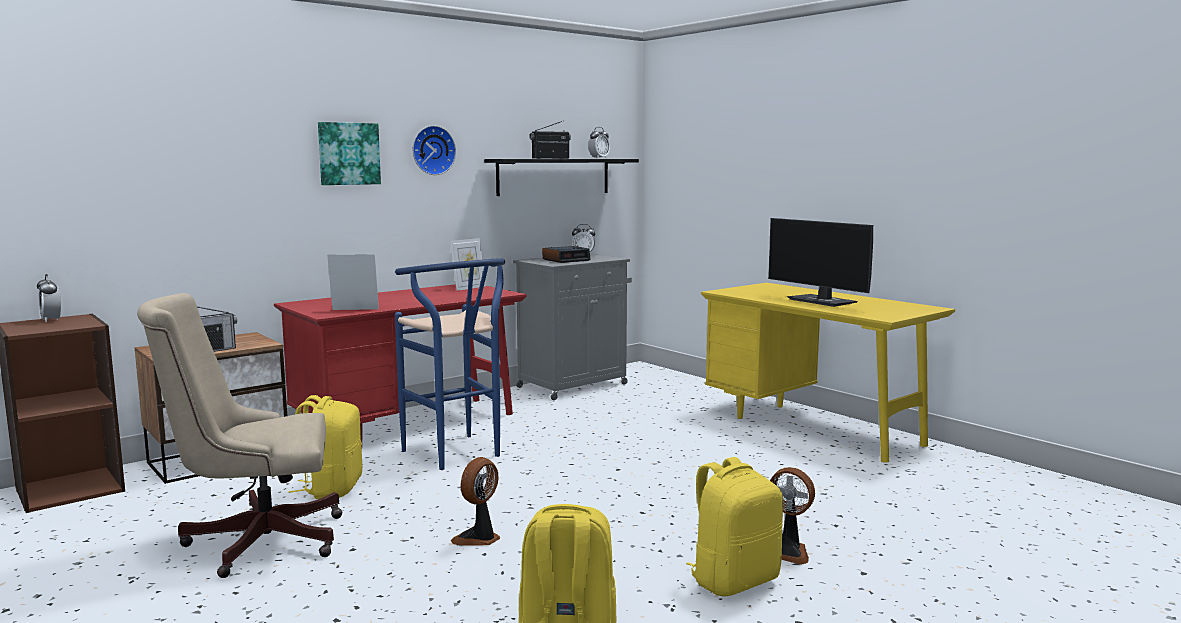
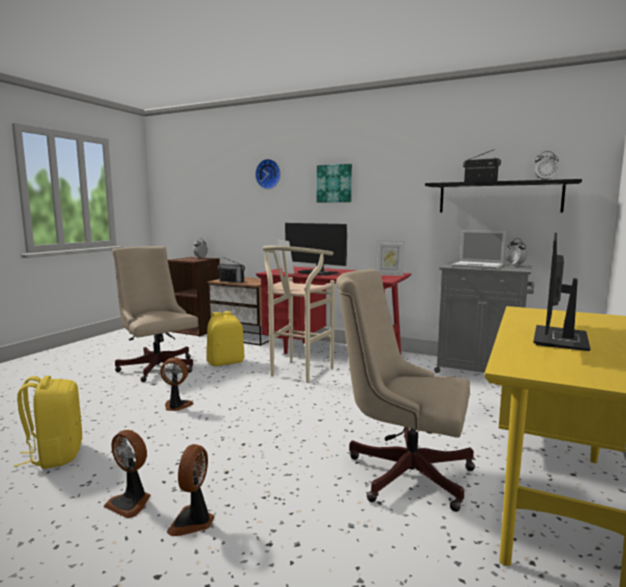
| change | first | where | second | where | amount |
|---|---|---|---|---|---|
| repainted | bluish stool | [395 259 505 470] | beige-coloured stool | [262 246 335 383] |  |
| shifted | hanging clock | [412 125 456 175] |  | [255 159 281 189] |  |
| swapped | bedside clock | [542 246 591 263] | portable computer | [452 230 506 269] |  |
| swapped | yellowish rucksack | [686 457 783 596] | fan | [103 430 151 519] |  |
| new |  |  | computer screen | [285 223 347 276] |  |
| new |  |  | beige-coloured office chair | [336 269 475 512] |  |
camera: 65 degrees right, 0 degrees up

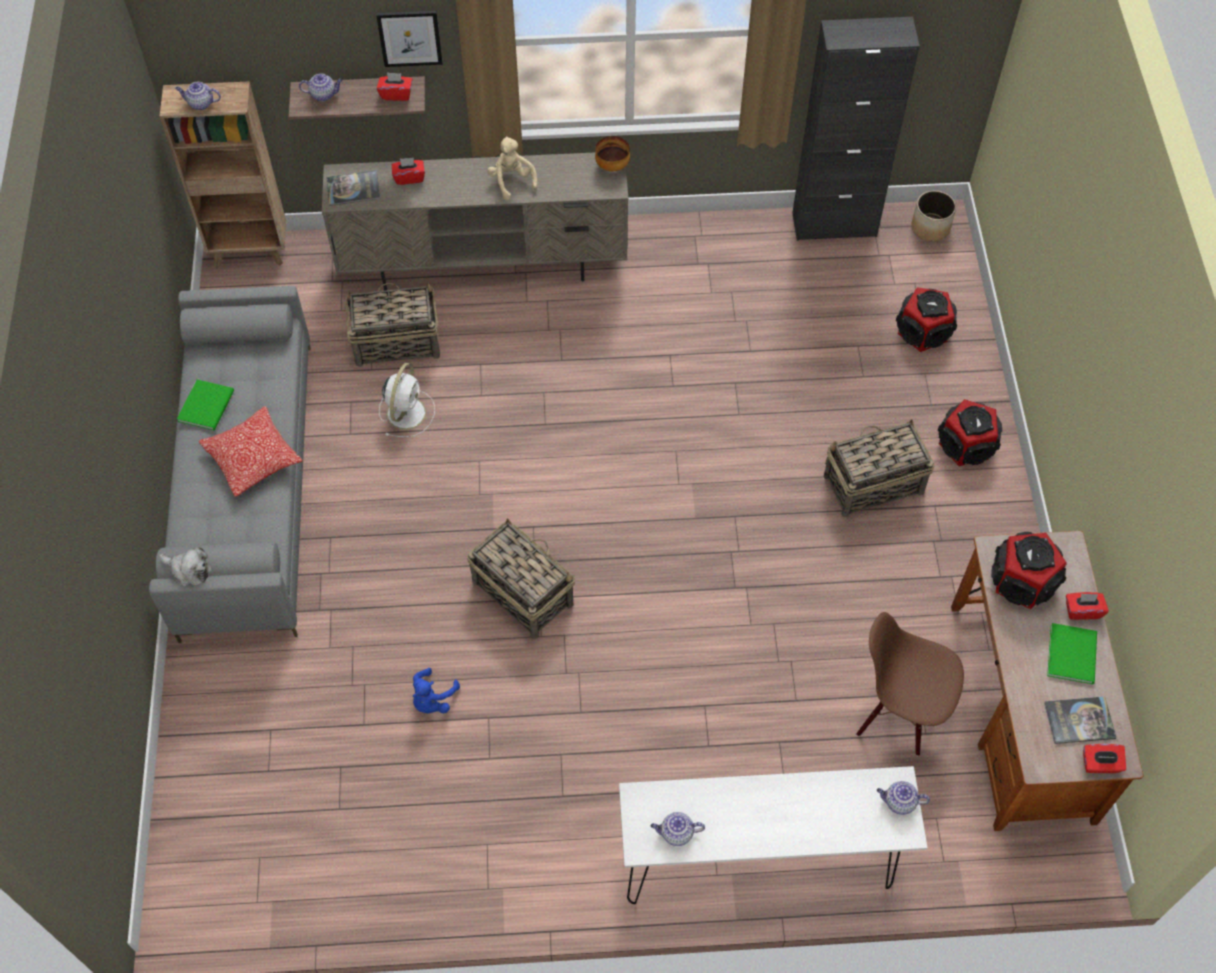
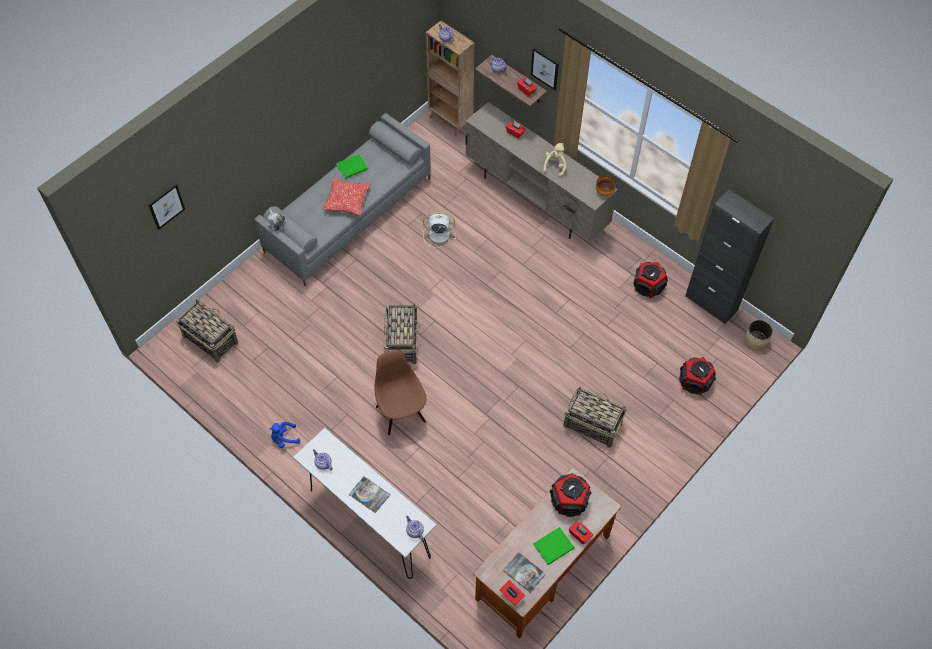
| change | first | where | second | where | amount |
|---|---|---|---|---|---|
| shifted | bound book | [326 170 380 206] |  | [349 476 390 513] |  |
| shifted | household basket | [345 282 440 367] |  | [176 299 238 363] |  |
| rotated | whitish fan | [379 363 435 437] |  | [423 212 456 248] | 150 degrees counterclockwise |
| shifted | bluish soft toy | [412 668 460 713] |  | [269 422 300 448] |  |
| shifted | brown-coloured upright chair | [856 612 964 756] |  | [375 350 426 435] |  |
| shifted | speaker | [938 399 1002 466] |  | [633 262 668 299] |  |
| new |  |  | picture | [148 184 185 230] |  |
camera: 45 degrees right, 0 degrees up

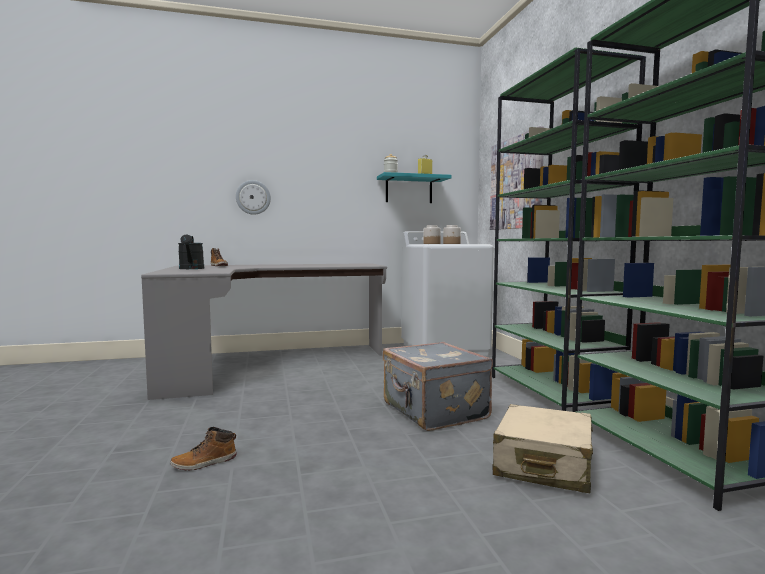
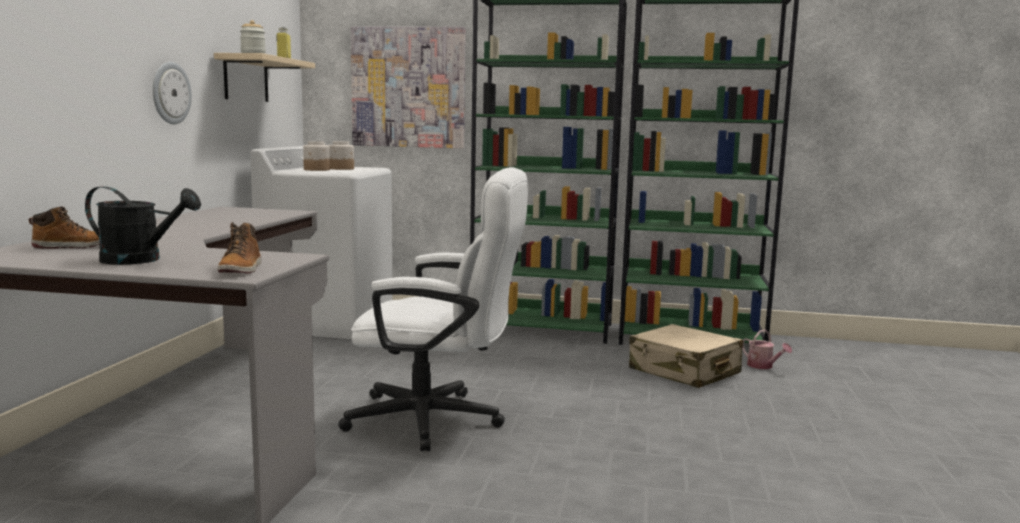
| change | first | where | second | where | amount |
|---|---|---|---|---|---|
| shifted | boot | [170 427 237 470] |  | [218 222 261 273] |  |
| shifted | hanging clock | [236 180 271 215] |  | [152 62 192 124] |  |
| repainted | turquoise-coloured wall shelf | [377 172 452 203] | beige-coloured wall shelf | [214 53 315 102] |  |
| gone | grey suitcase | [383 342 493 431] |  |  |  |
| new |  |  | whitish office chair | [338 167 528 451] |  |
| new |  |  | sprinkling can | [742 330 792 369] |  |
camera: 65 degrees left, 5 degrees up

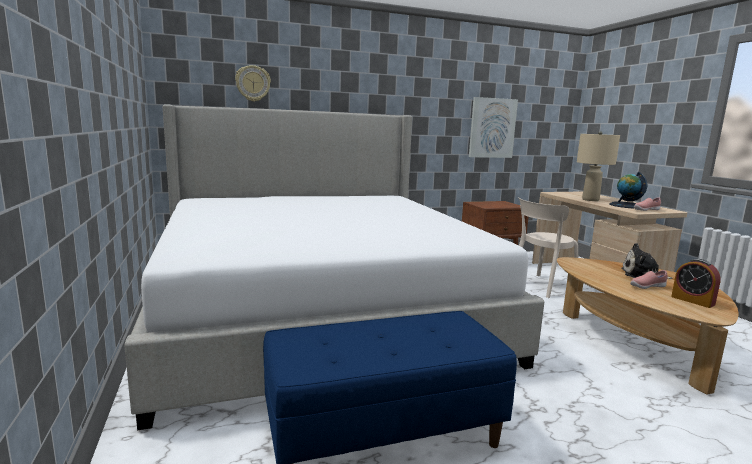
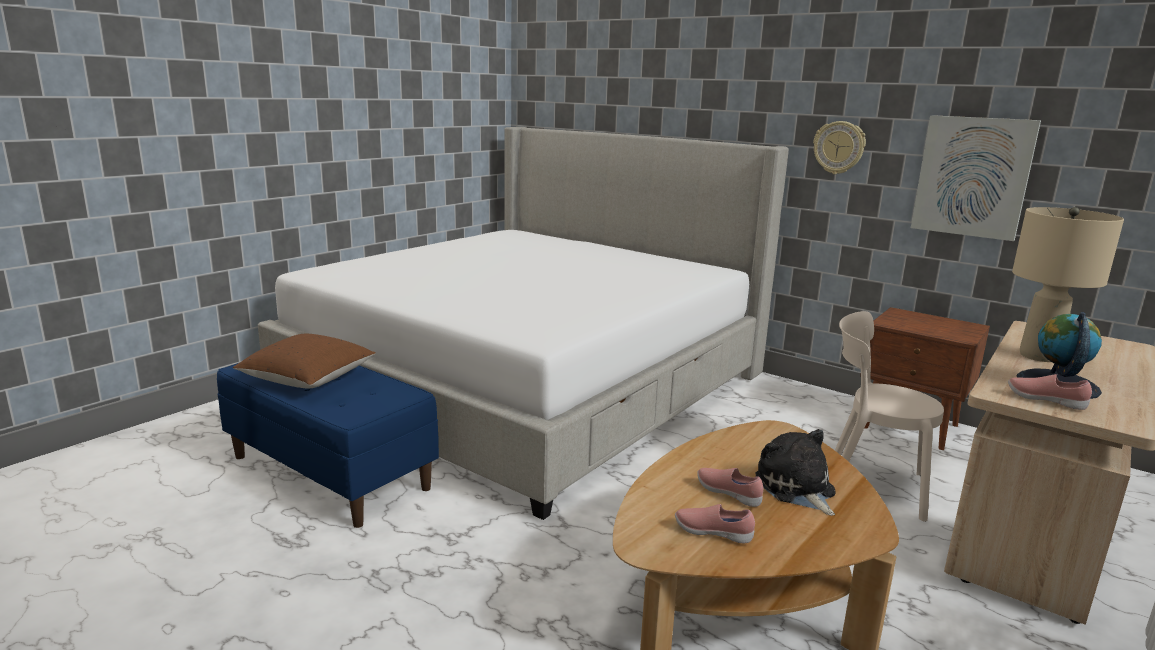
| change | first | where | second | where | amount |
|---|---|---|---|---|---|
| shifted | hanging clock | [235 65 271 102] |  | [813 121 866 174] |  |
| swapped | bedside clock | [671 259 721 308] | pink-coloured low shoe | [675 504 755 543] |  |
| new |  |  | brown-coloured pillow | [233 334 376 388] |  |
camera: 55 degrees right, 5 degrees up

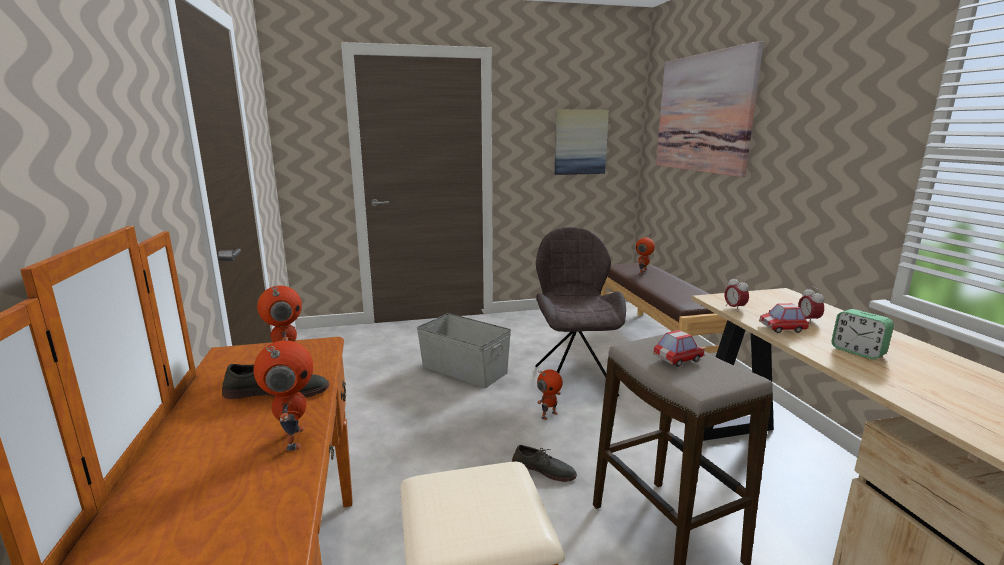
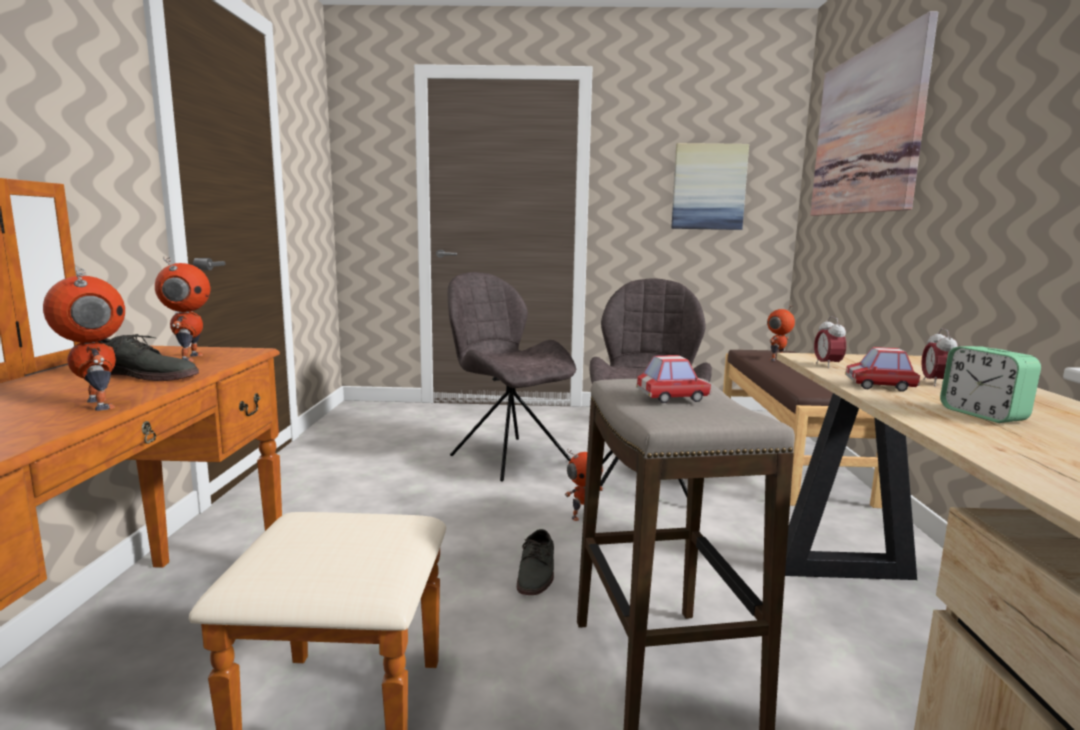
| change | first | where | second | where | amount |
|---|---|---|---|---|---|
| rotated | model robot | [253 340 313 451] |  | [43 267 125 411] | 45 degrees counterclockwise |
| swapped | grey storage box | [417 313 511 388] | grey upright chair | [448 272 576 481] |  |
| rotated | grey low shoe | [512 445 577 482] |  | [517 529 554 595] | 60 degrees clockwise |
camera: 15 degrees right, 5 degrees down

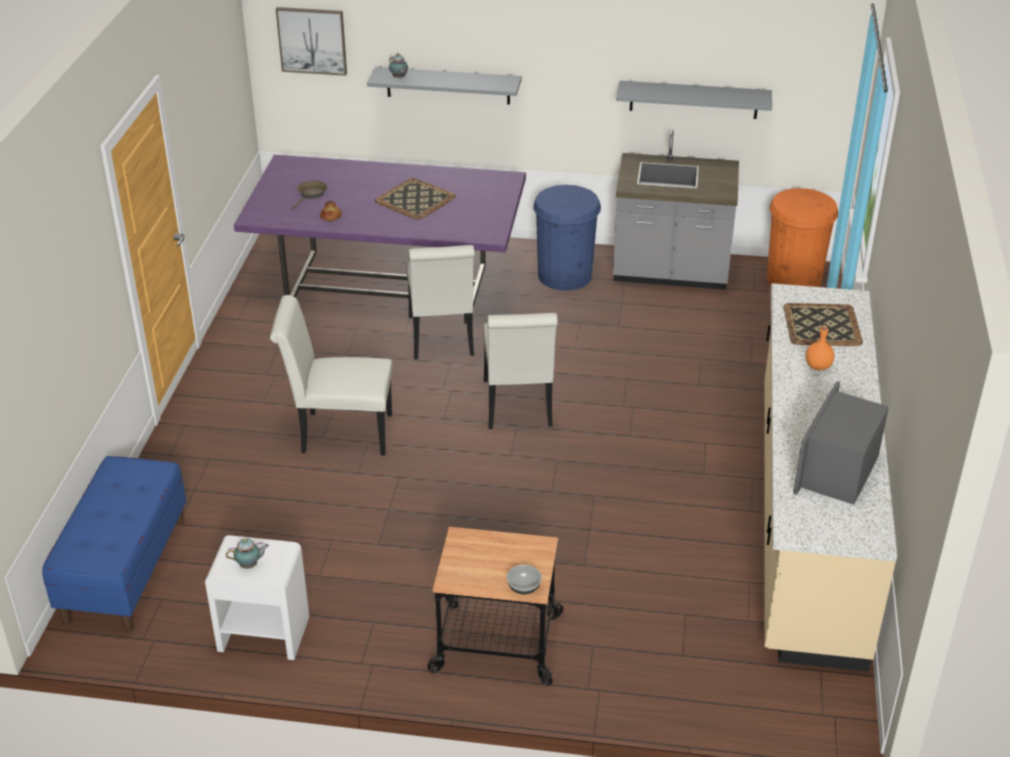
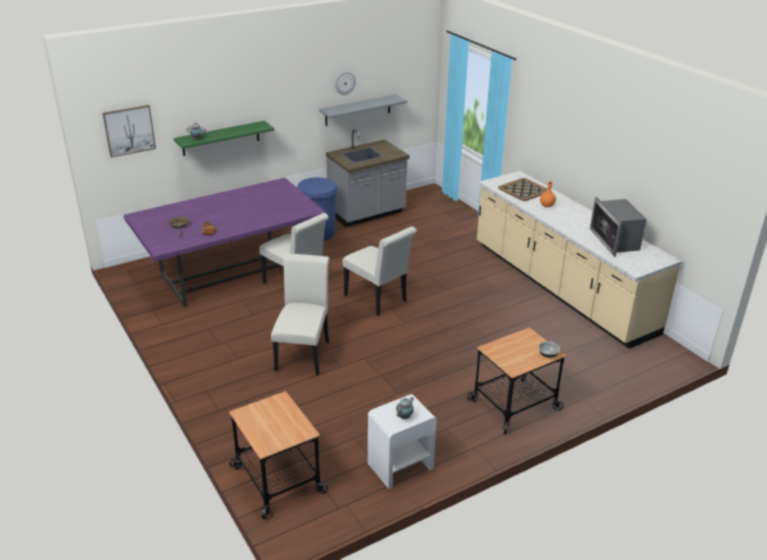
| change | first | where | second | where | amount |
|---|---|---|---|---|---|
| swapped | bluish indoor bench | [42 456 187 632] | wheeled cart | [229 391 328 519] |  |
| rotated | whitish upright chair | [270 295 393 456] |  | [271 253 329 375] | 135 degrees clockwise |
| repainted | grey wall shelf | [367 67 522 105] | green wall shelf | [174 121 274 156] |  |
| gone | serving tray | [375 178 456 220] |  |  |  |
| gone | orange-coloured trash can | [767 188 838 287] |  |  |  |
| new |  |  | hanging clock | [335 71 356 95] |  |
camera: 40 degrees left, 5 degrees down

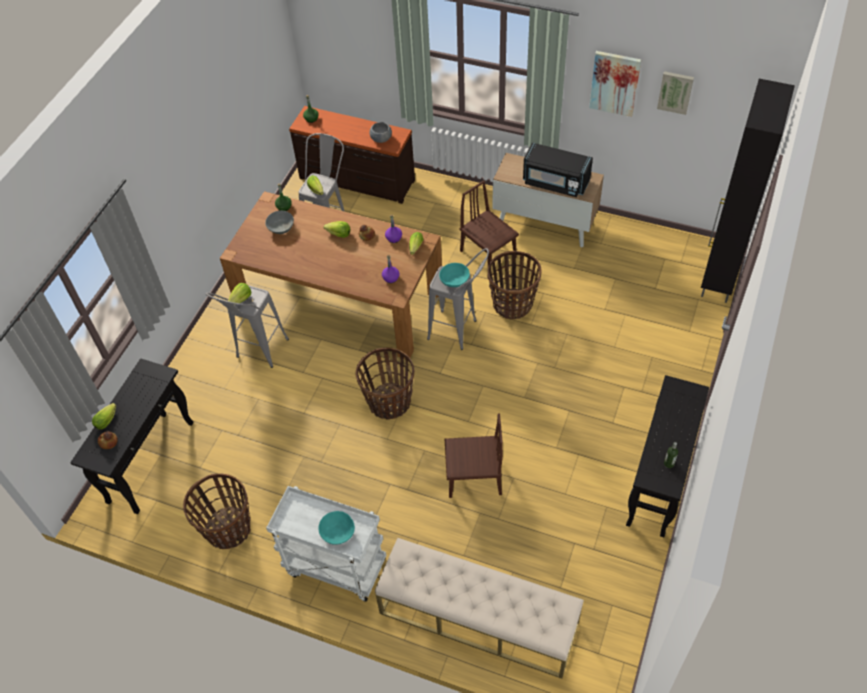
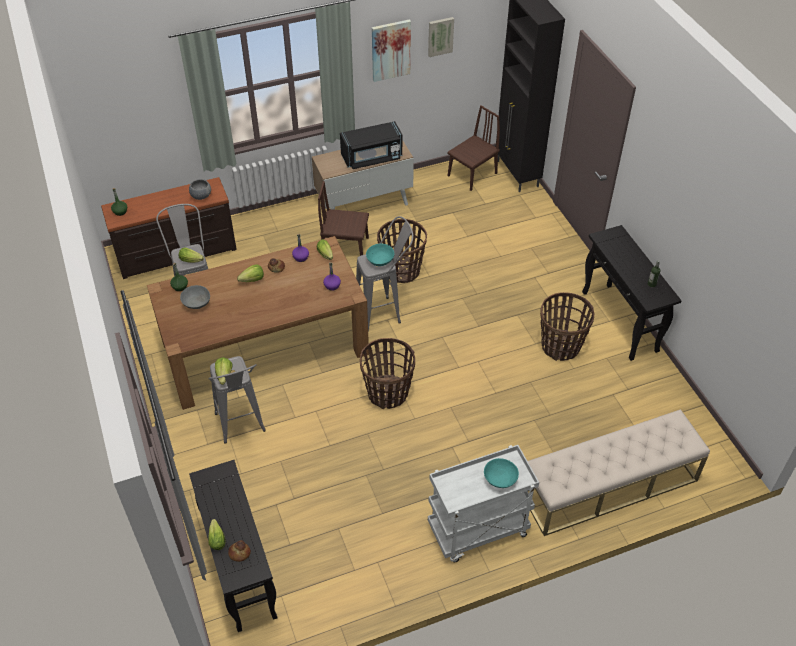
| change | first | where | second | where | amount |
|---|---|---|---|---|---|
| shifted | household basket | [183 474 251 549] |  | [540 292 594 361] |  |
| shifted | brown-coloured upright chair | [445 414 503 498] |  | [447 106 500 191] |  |
camera: 45 degrees left, 5 degrees down

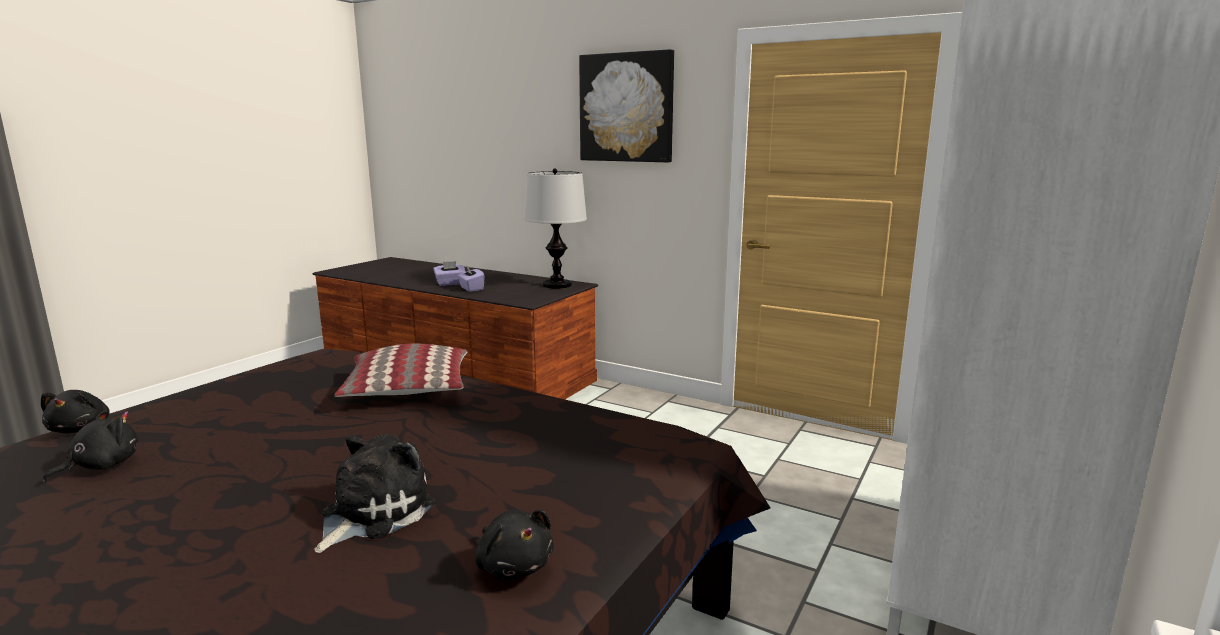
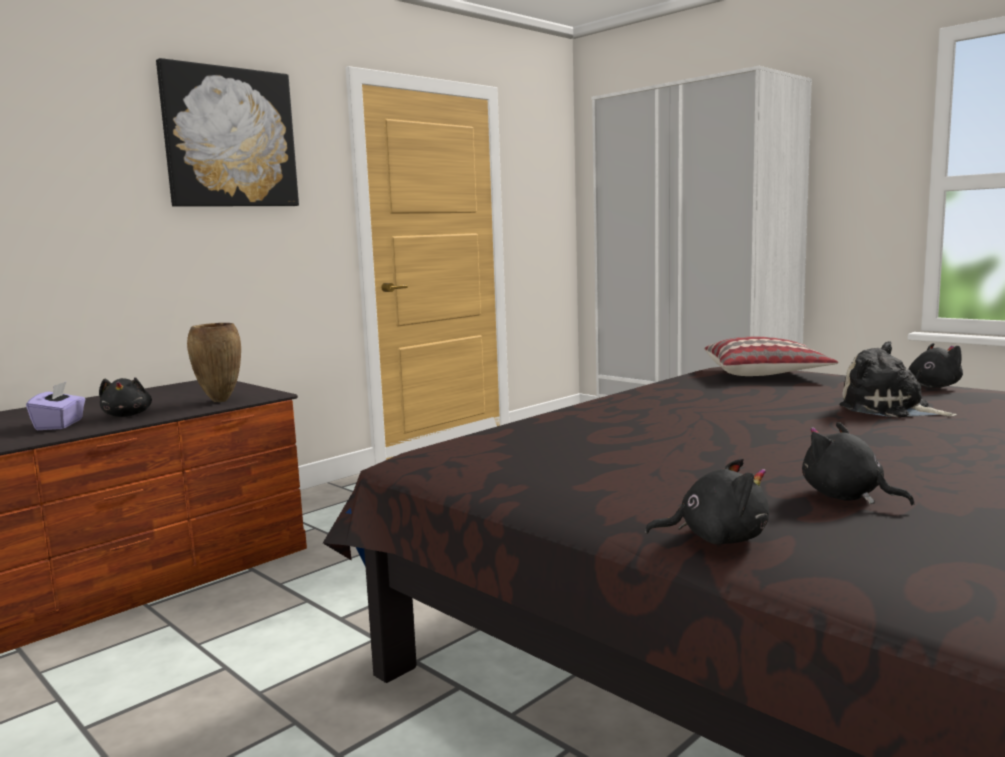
| change | first | where | second | where | amount |
|---|---|---|---|---|---|
| shifted | pillow | [335 343 467 397] |  | [704 337 838 376] |  |
| swapped | purplish box of tissues | [457 265 485 292] | blackish soft toy | [99 377 152 417] |  |
| gone | lamp for a table | [525 168 587 289] |  |  |  |
| new |  |  | brown-coloured flower vase | [187 323 241 402] |  |
camera: 75 degrees left, 5 degrees down

